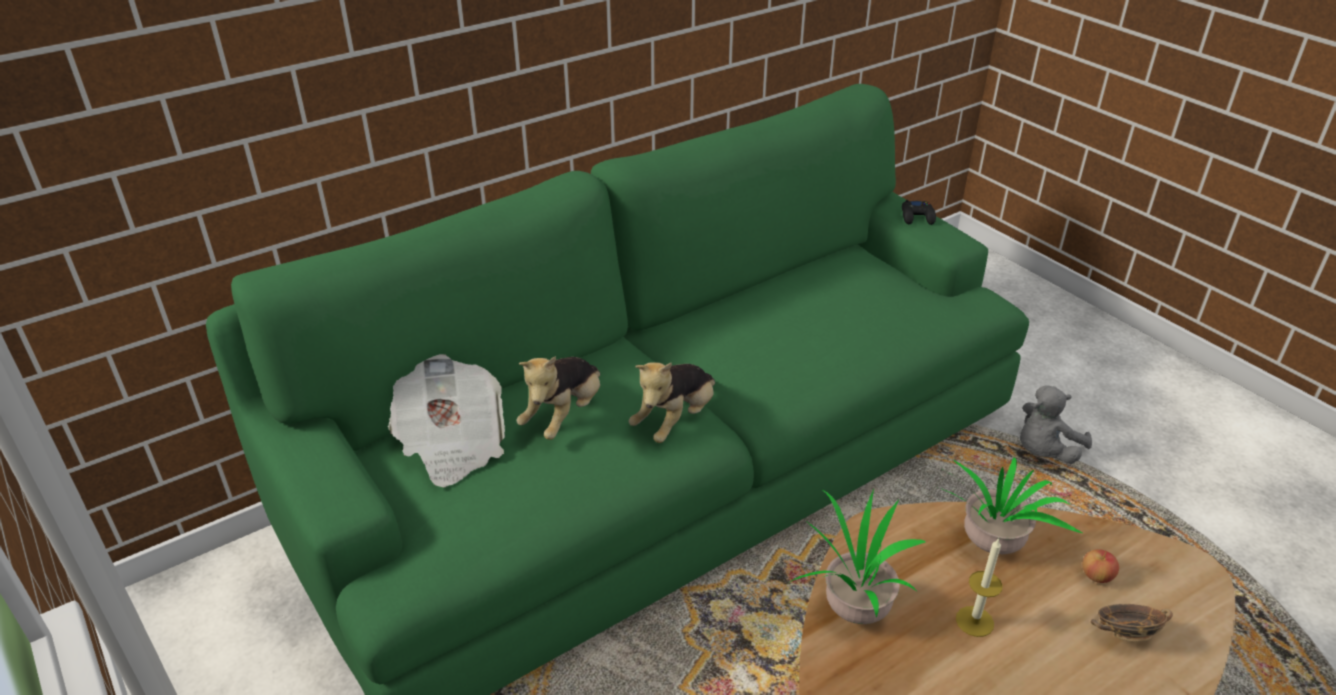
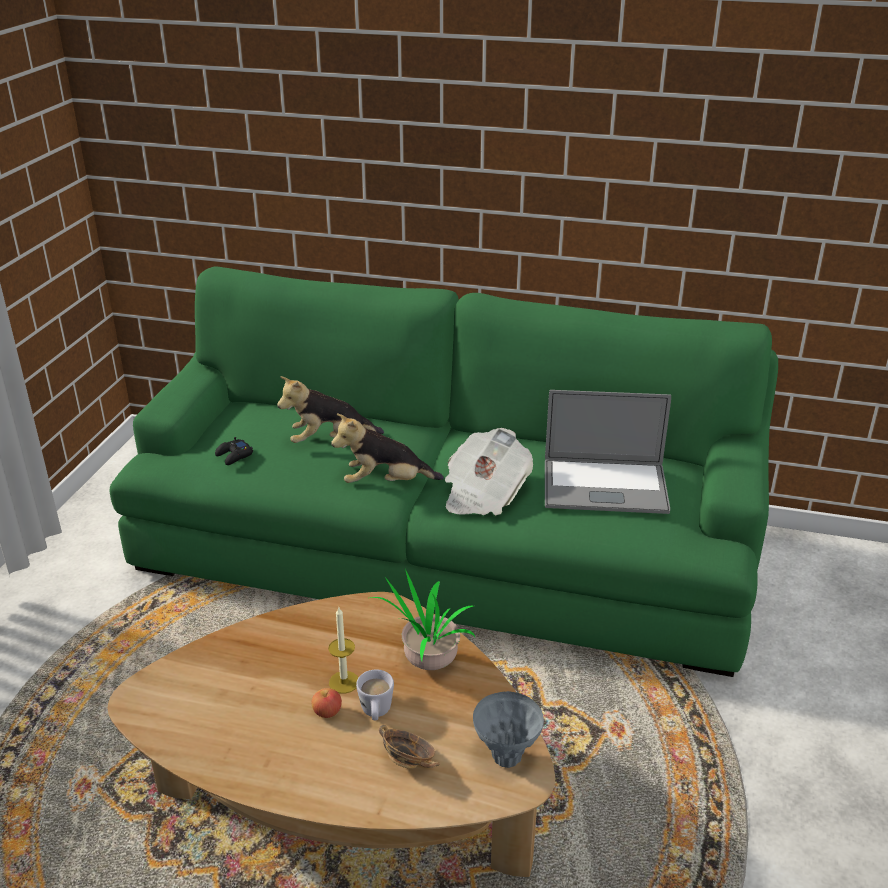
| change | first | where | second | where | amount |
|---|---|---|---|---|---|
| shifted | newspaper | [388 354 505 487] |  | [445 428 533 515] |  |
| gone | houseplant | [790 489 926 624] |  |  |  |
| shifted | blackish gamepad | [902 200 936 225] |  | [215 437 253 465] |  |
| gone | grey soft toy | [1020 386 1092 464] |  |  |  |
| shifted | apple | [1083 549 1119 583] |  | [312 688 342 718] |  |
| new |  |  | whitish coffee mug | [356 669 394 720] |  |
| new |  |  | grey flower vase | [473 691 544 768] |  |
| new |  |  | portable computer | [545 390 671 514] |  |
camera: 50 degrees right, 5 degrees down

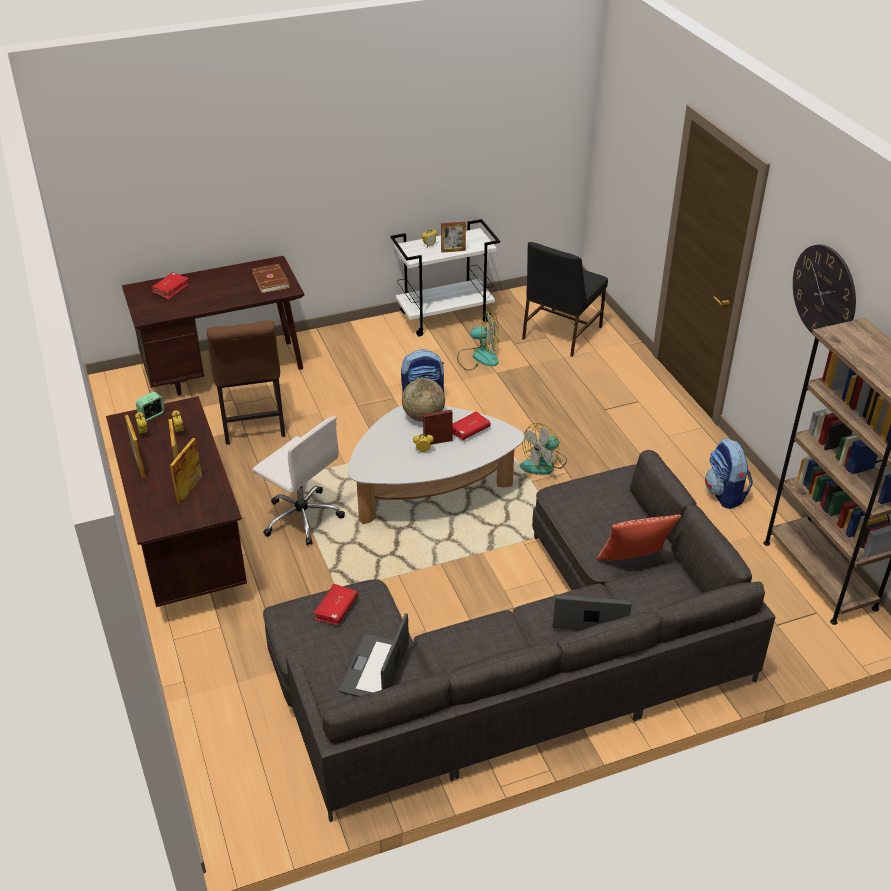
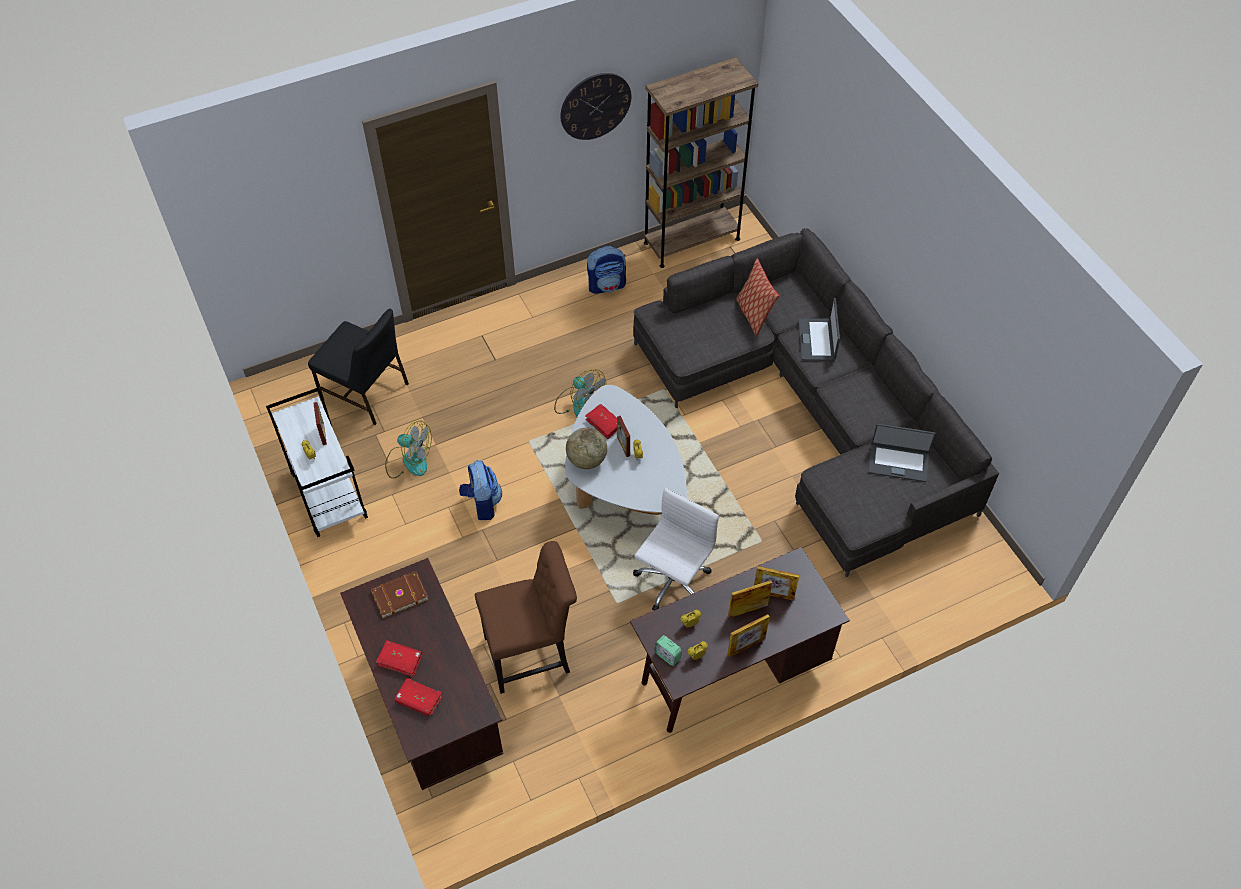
| change | first | where | second | where | amount |
|---|---|---|---|---|---|
| shifted | reddish bound book | [313 584 358 625] |  | [376 640 422 677] |  |
| rotated | fan | [457 311 499 371] |  | [385 421 432 479] | 105 degrees clockwise |
camera: 95 degrees left, 15 degrees up

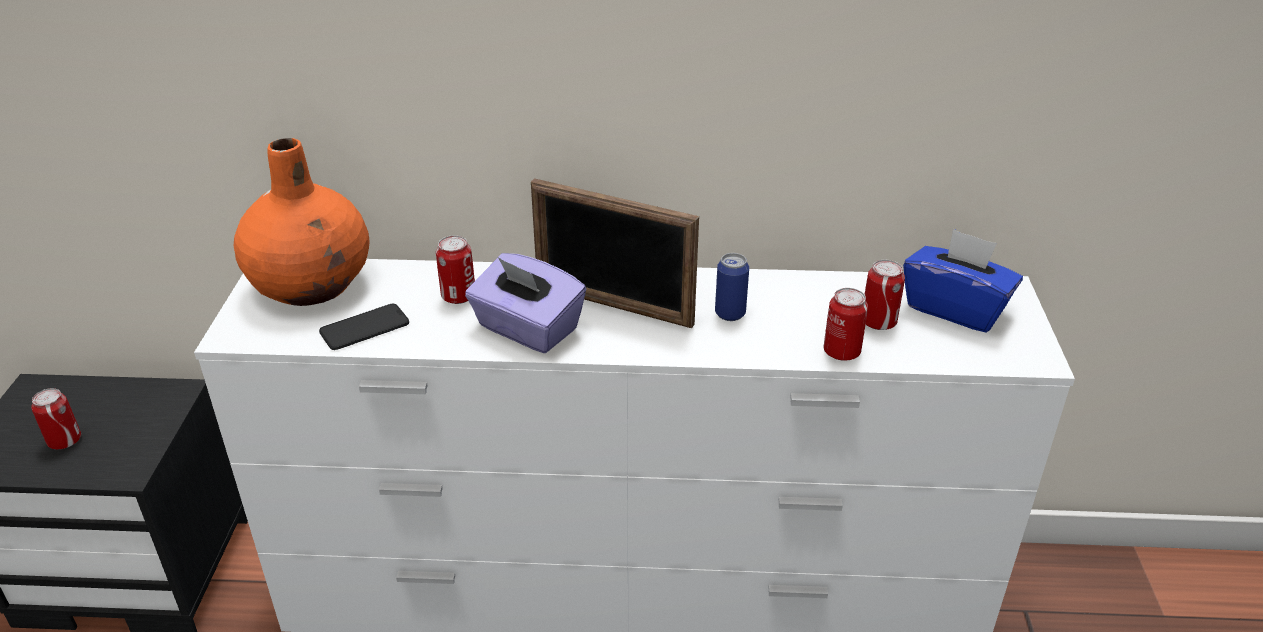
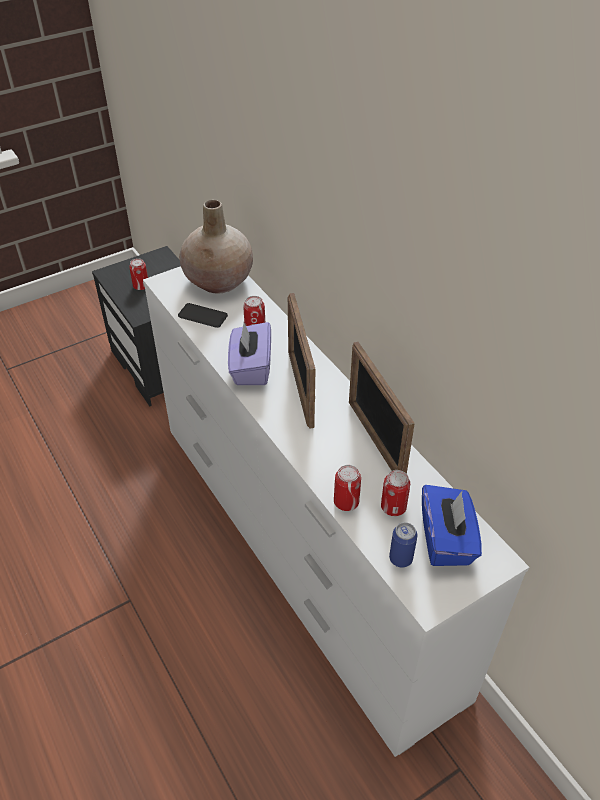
| change | first | where | second | where | amount |
|---|---|---|---|---|---|
| repainted | orange-coloured flower vase | [233 138 370 306] | beige-coloured flower vase | [179 200 253 294] |  |
| shifted | can | [715 253 749 321] |  | [389 522 418 567] |  |
| new |  |  | picture frame | [349 342 415 474] |  |
camera: 55 degrees right, 10 degrees up

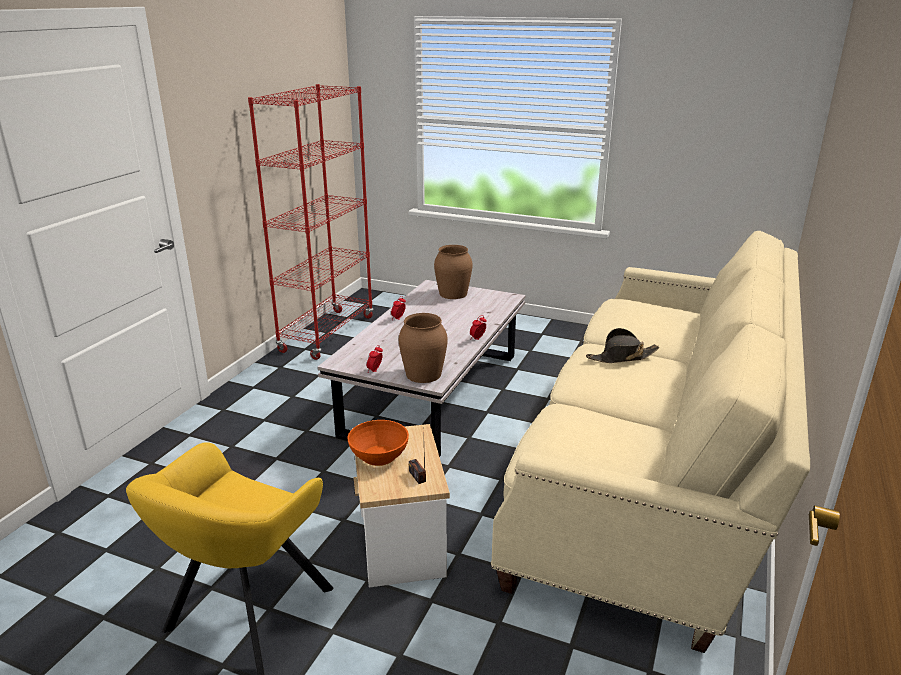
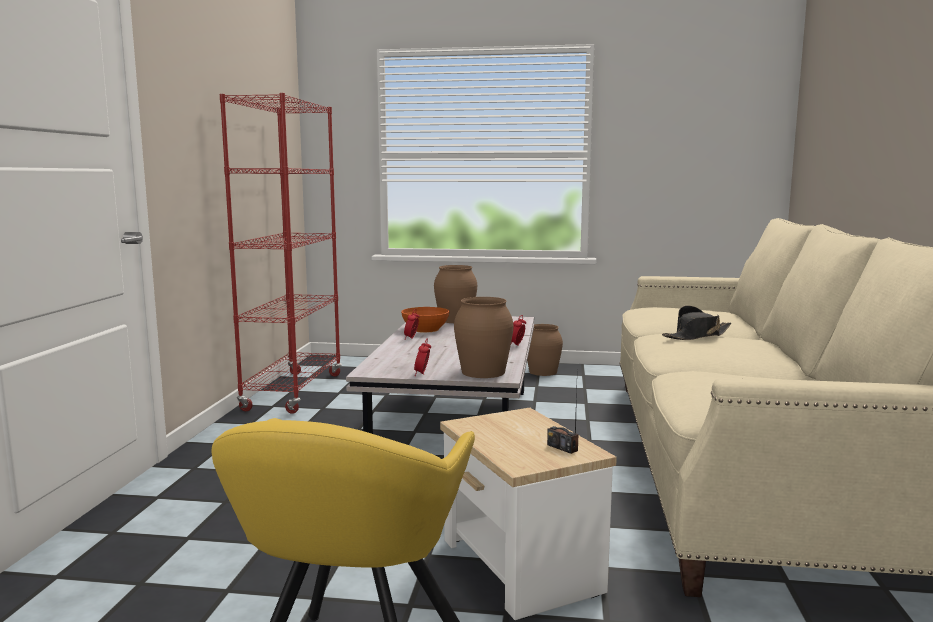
| change | first | where | second | where | amount |
|---|---|---|---|---|---|
| shifted | orange-coloured deep dish | [347 420 409 466] |  | [401 307 450 333] |  |
| new |  |  | brown-coloured flower vase | [527 324 563 376] |  |
camera: 15 degrees left, 15 degrees down

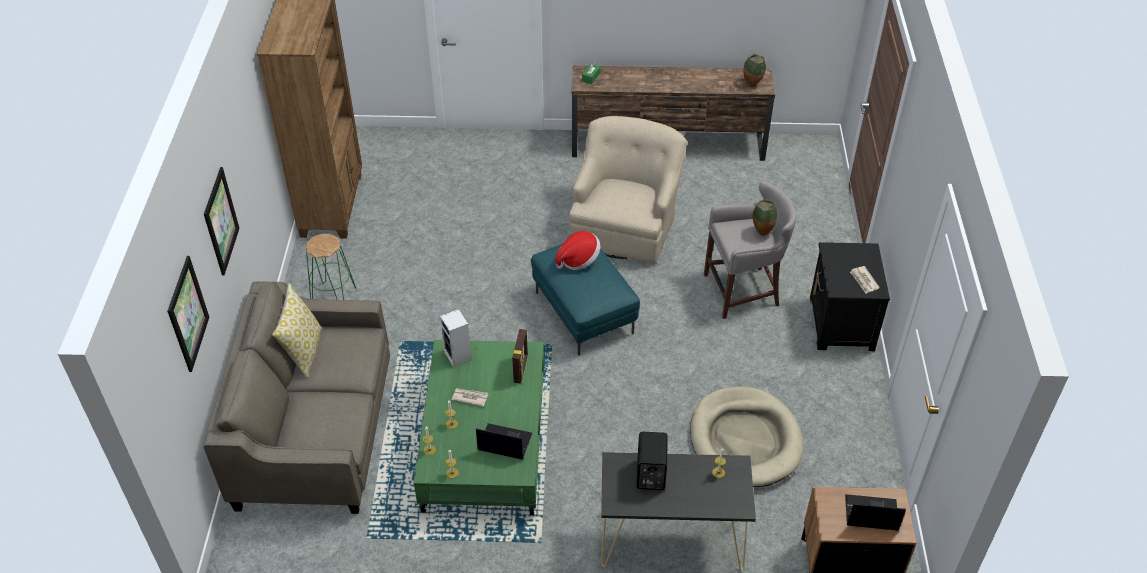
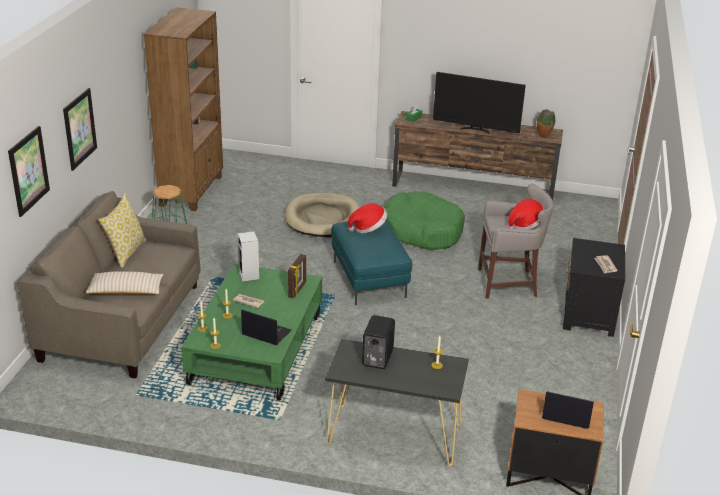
| change | first | where | second | where | amount |
|---|---|---|---|---|---|
| swapped | beige-coloured easy chair | [569 116 687 263] | green pet bed | [384 191 465 251] |  |
| shifted | beige-coloured pet bed | [690 386 804 487] |  | [285 193 360 238] |  |
| swapped | flower vase | [753 200 777 236] | wearable hat | [508 199 543 230] |  |
| new |  |  | beige-coloured pillow | [86 271 164 294] |  |
| new |  |  | TV | [433 72 526 133] |  |
camera: 10 degrees right, 15 degrees down

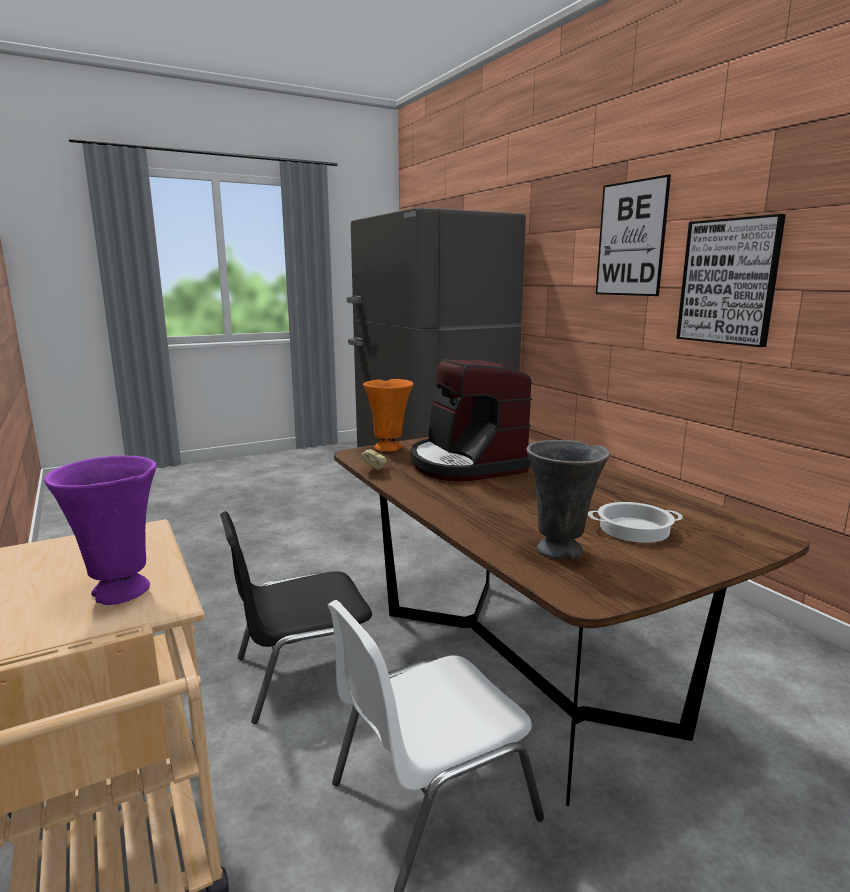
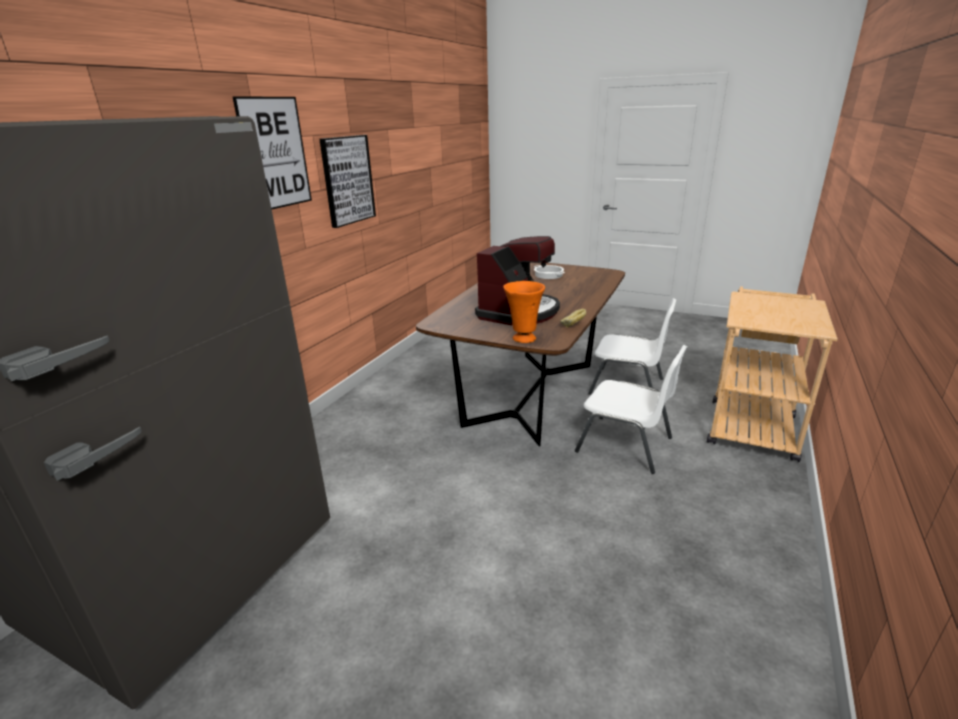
| change | first | where | second | where | amount |
|---|---|---|---|---|---|
| gone | purplish flower vase | [44 455 157 605] |  |  |  |
| repainted | blackish upright chair | [220 511 372 724] | whitish upright chair | [575 345 688 474] |  |
| gone | grey flower vase | [526 440 610 559] |  |  |  |
camera: 125 degrees left, 10 degrees up

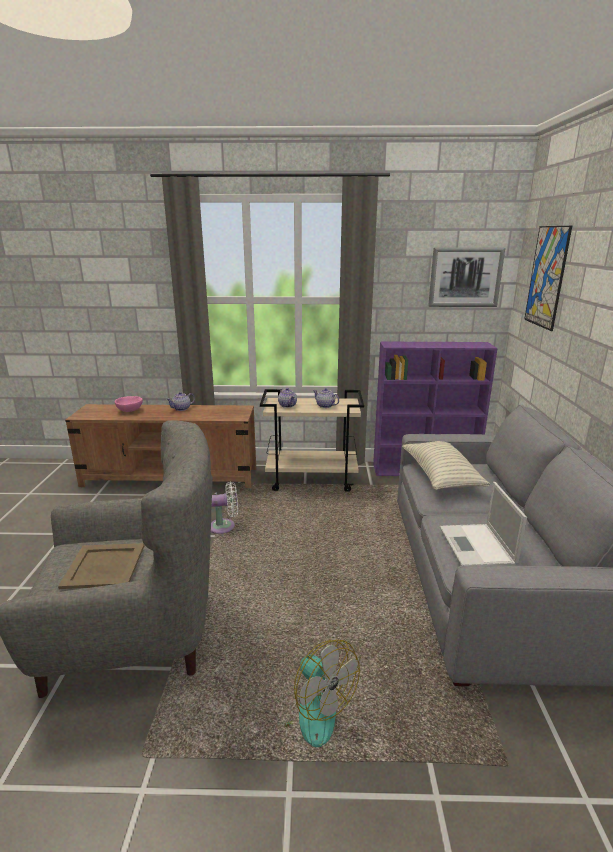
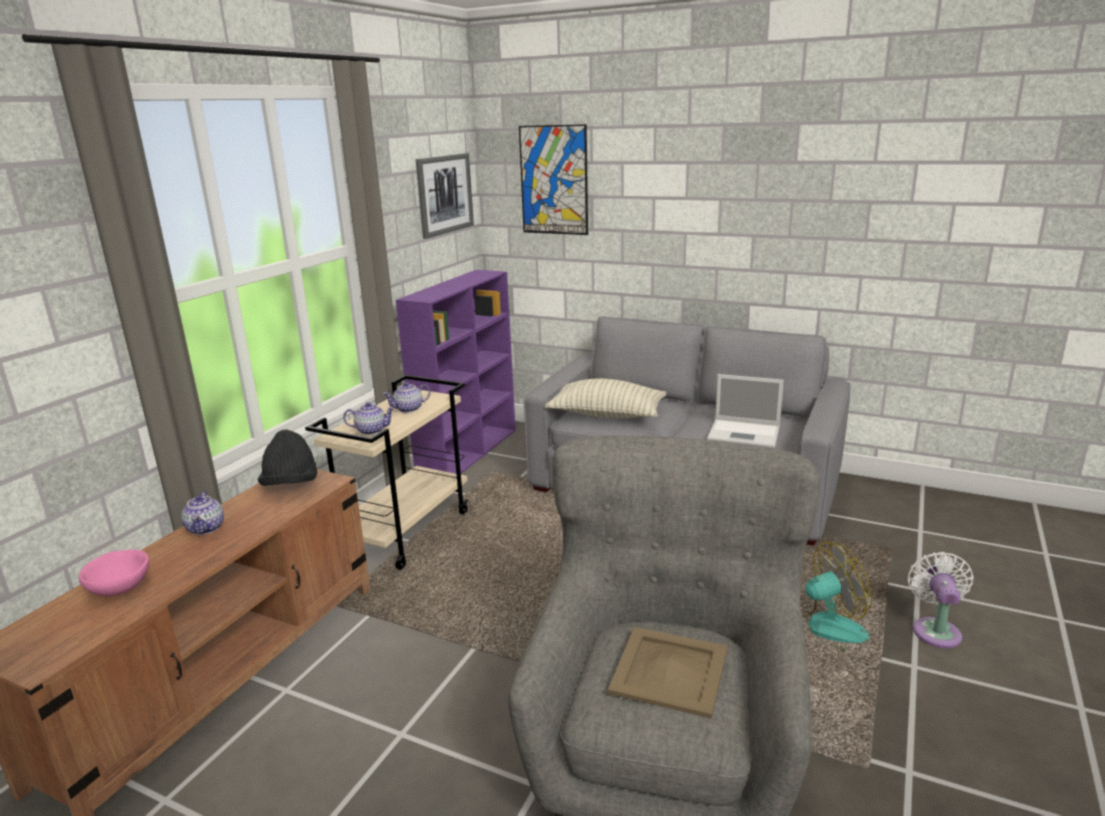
| change | first | where | second | where | amount |
|---|---|---|---|---|---|
| shifted | whitish fan | [211 482 238 534] |  | [907 552 974 648] |  |
| new |  |  | blackish wearable hat | [258 429 317 486] |  |
camera: 65 degrees left, 0 degrees up

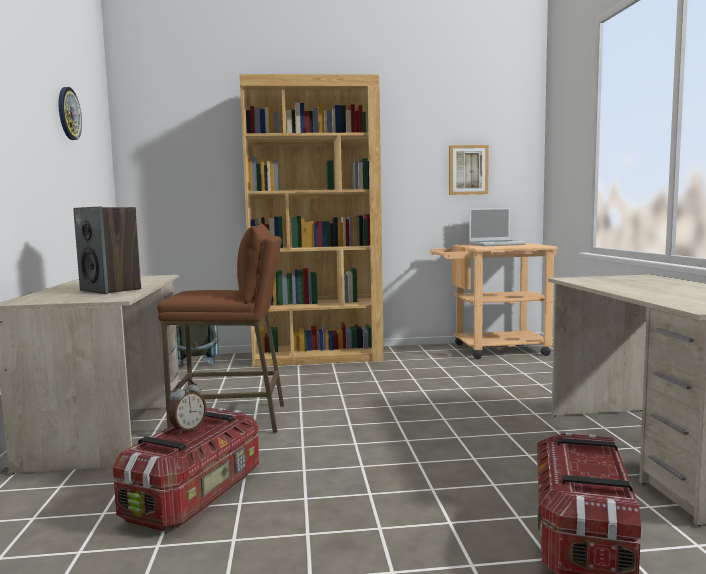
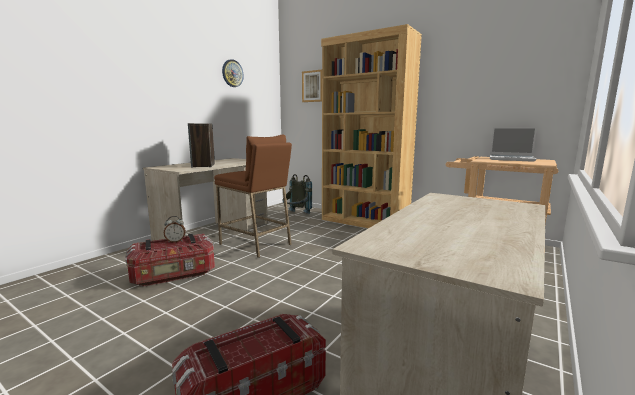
| change | first | where | second | where | amount |
|---|---|---|---|---|---|
| shifted | picture | [449 145 489 195] |  | [302 70 322 102] |  |
camera: 40 degrees right, 5 degrees up

